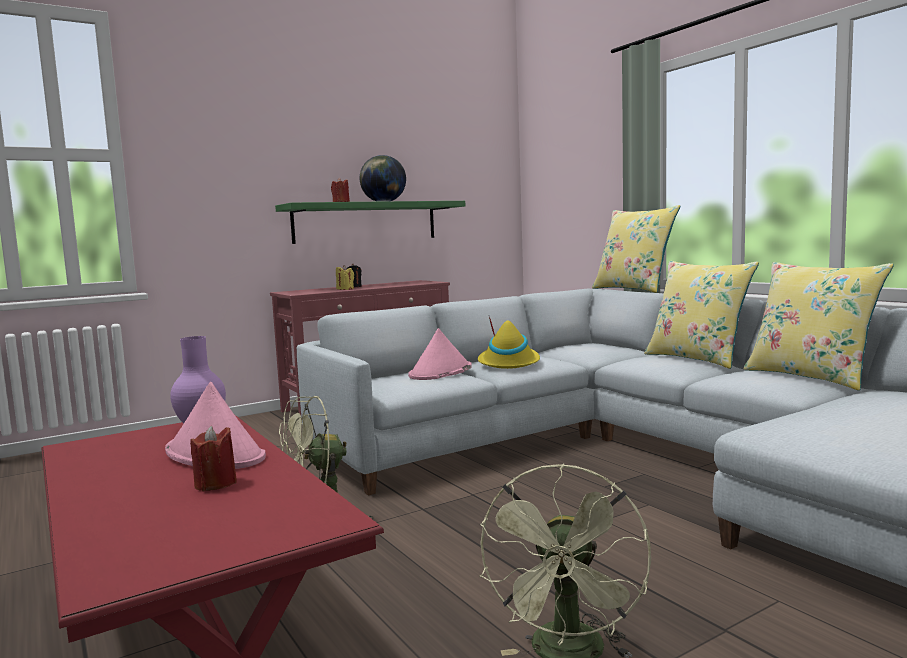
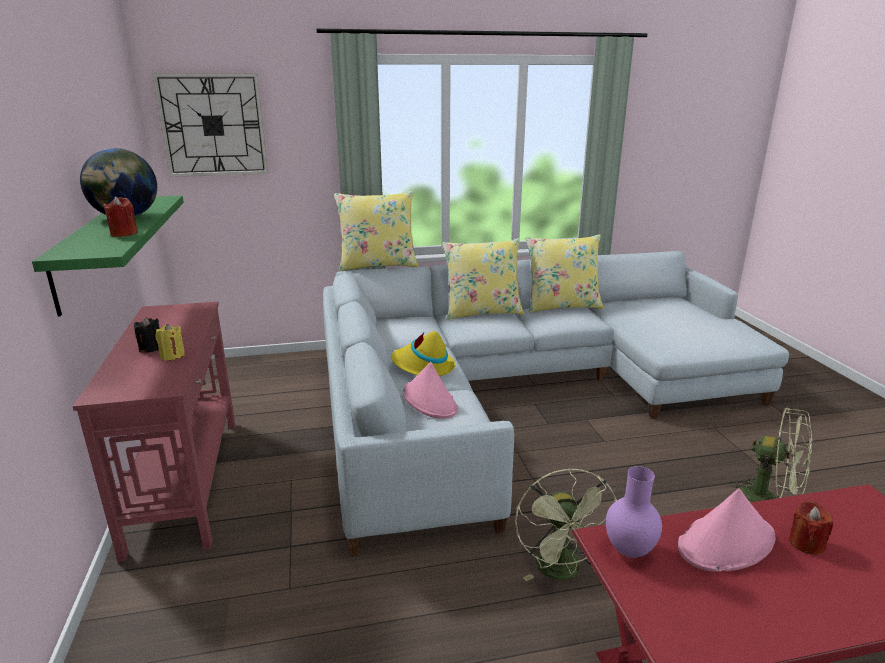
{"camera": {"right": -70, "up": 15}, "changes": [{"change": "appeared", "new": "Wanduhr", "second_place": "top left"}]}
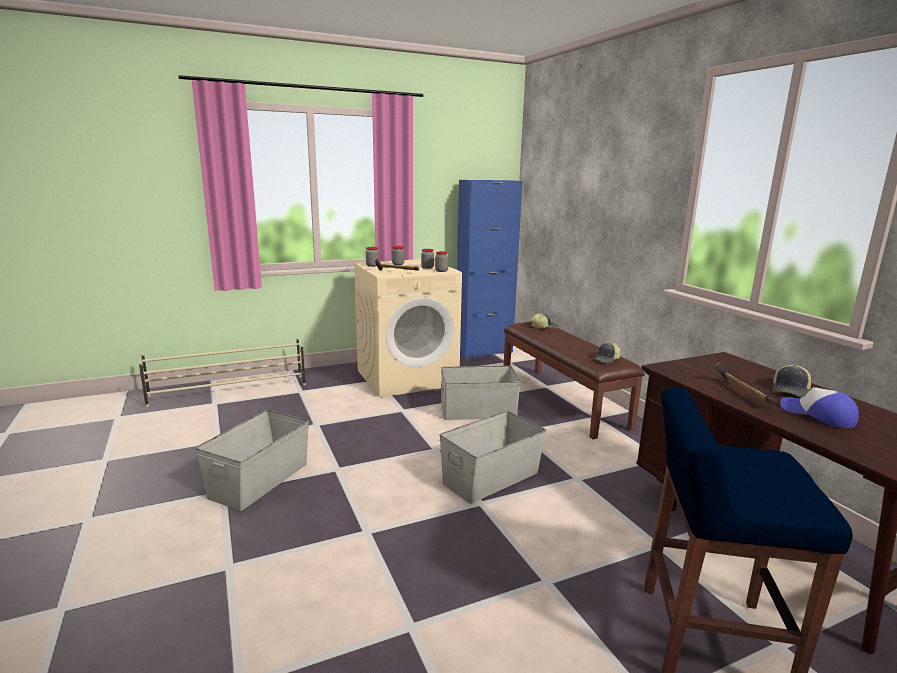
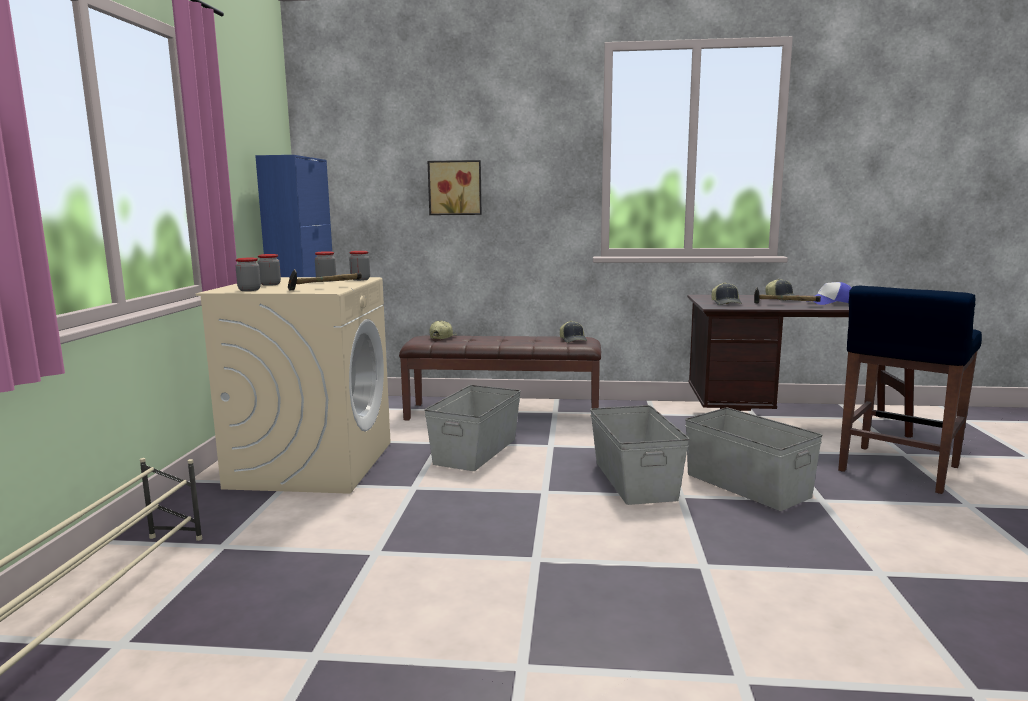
{"camera": {"right": -60, "up": -5}, "changes": [{"change": "appeared", "new": "Bild", "second_place": "top centre"}, {"change": "relocated", "old": "Aufbewahrungsbox (grau) (no. 1 from left in the first image)", "new": "Aufbewahrungsbox (grau) (no. 3 from left)", "first_place": "bottom left", "second_place": "middle right"}, {"change": "appeared", "new": "Kappe (no. 3 from left)", "second_place": "middle right"}]}
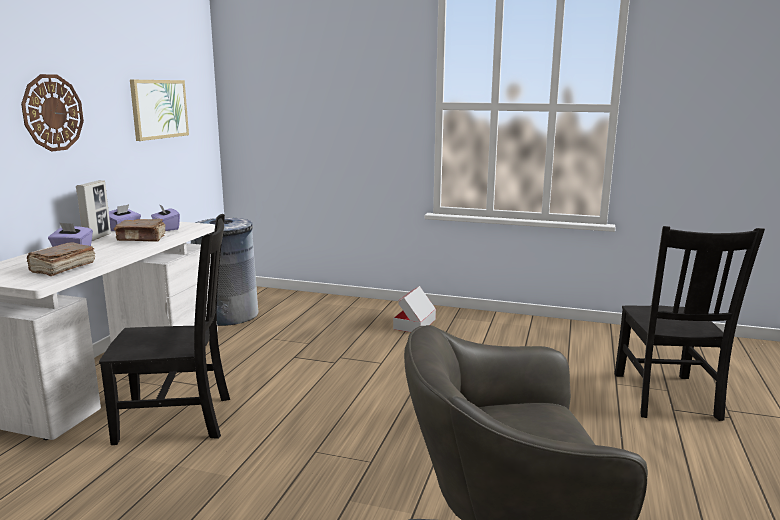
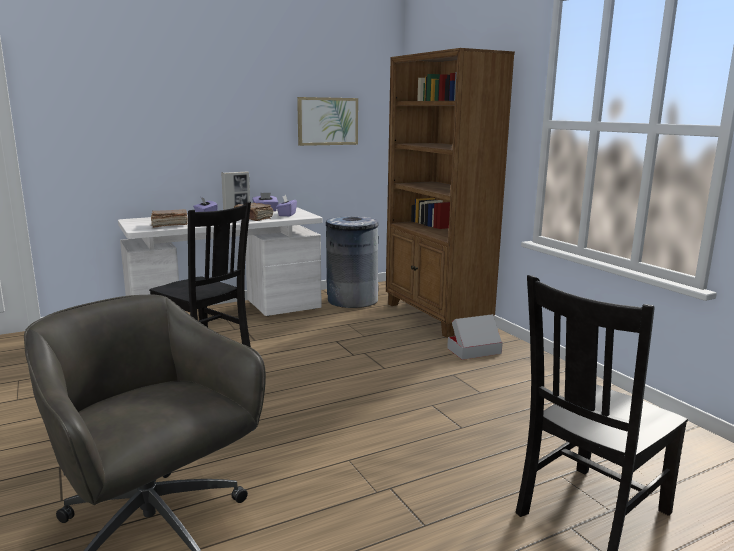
{"camera": {"right": 45, "up": 0}, "changes": [{"change": "appeared", "new": "Bücherregal (braun)", "second_place": "centre"}, {"change": "missing", "old": "Wanduhr", "first_place": "top left"}]}
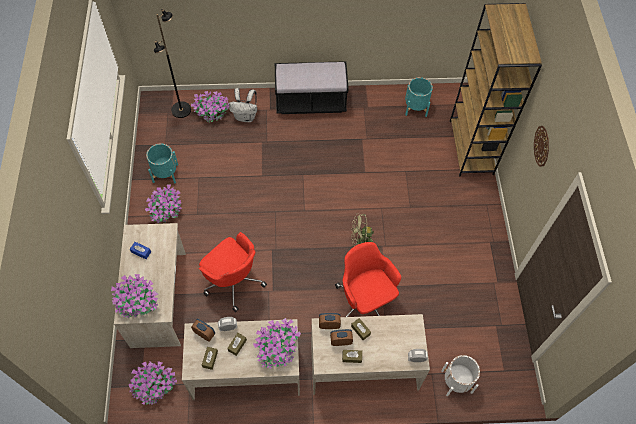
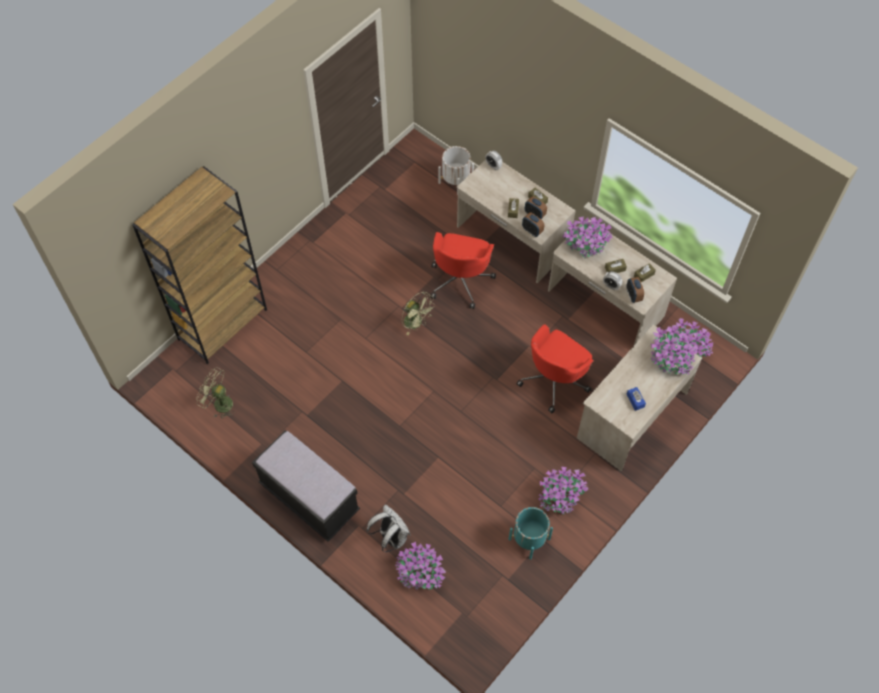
{"camera": {"right": -135, "up": 0}, "changes": [{"change": "exchanged", "old": "Pflanzkübel (türkis) (no. 2 from left)", "new": "Ventilator (grün) (no. 1 from left)", "first_place": "top centre", "second_place": "middle left"}, {"change": "spun", "old": "Bürostuhl (rot) (no. 1 from left in the first image)", "first_place": "centre", "second_place": "centre", "degrees": -135}, {"change": "missing", "old": "Stehlampe (schwarz)", "first_place": "top left"}, {"change": "missing", "old": "Wanduhr", "first_place": "middle right"}]}
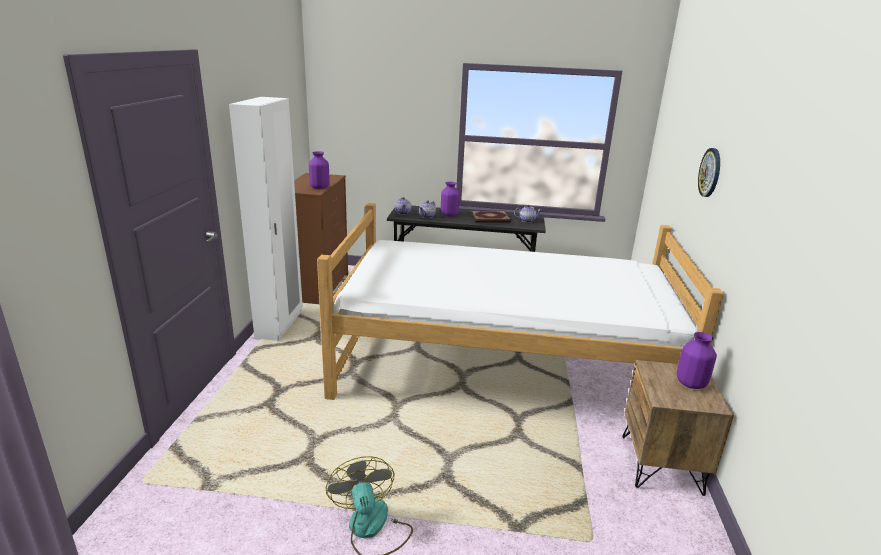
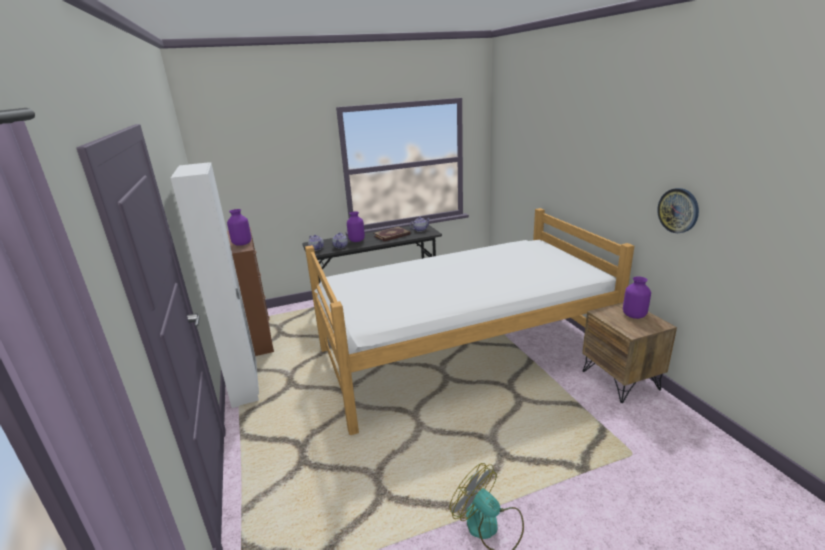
{"camera": {"right": -25, "up": 0}, "changes": [{"change": "relocated", "old": "Wanduhr", "first_place": "top right", "second_place": "middle right"}]}
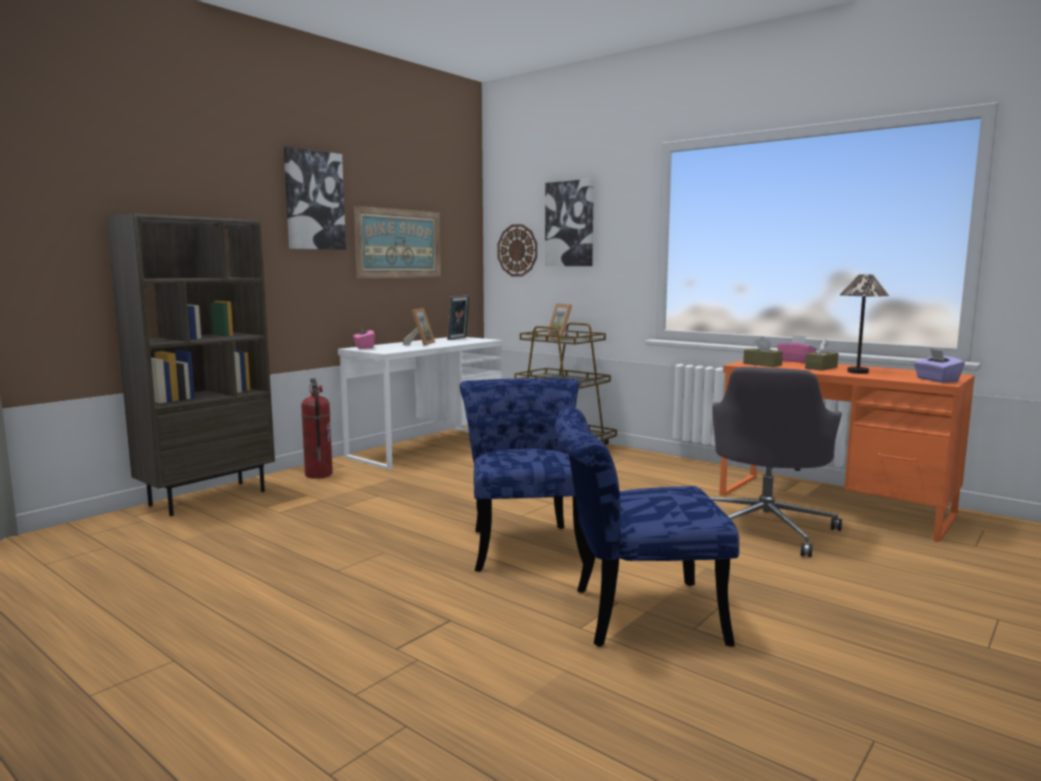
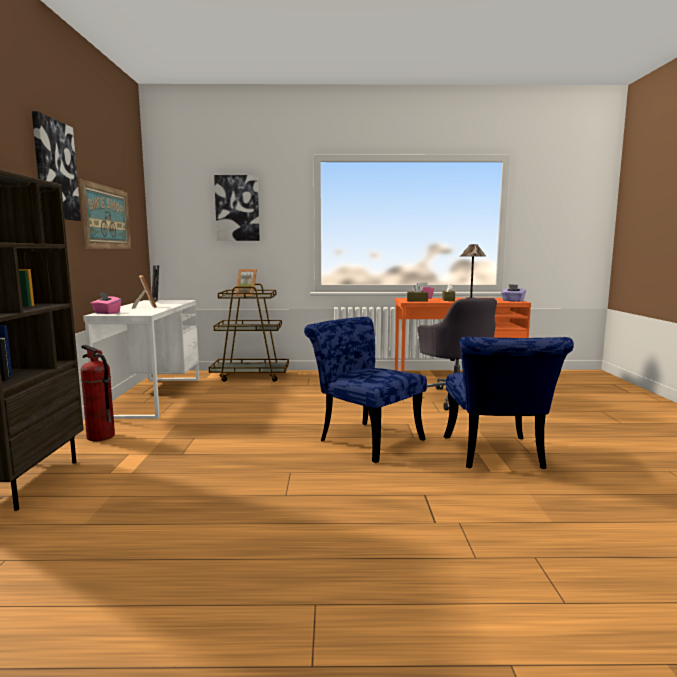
{"camera": {"right": -40, "up": 0}, "changes": [{"change": "spun", "old": "Stuhl (blau) (no. 2 from left)", "first_place": "bottom centre", "second_place": "middle right", "degrees": -45}, {"change": "missing", "old": "Wanduhr", "first_place": "top centre"}]}
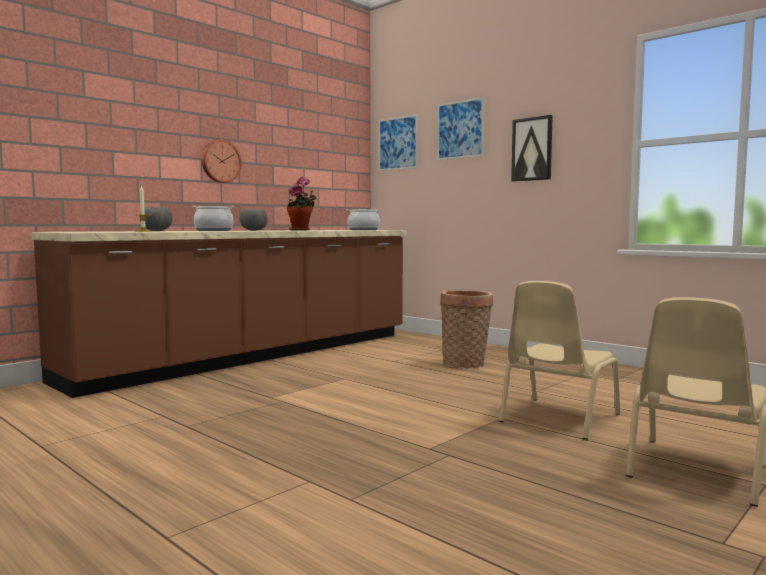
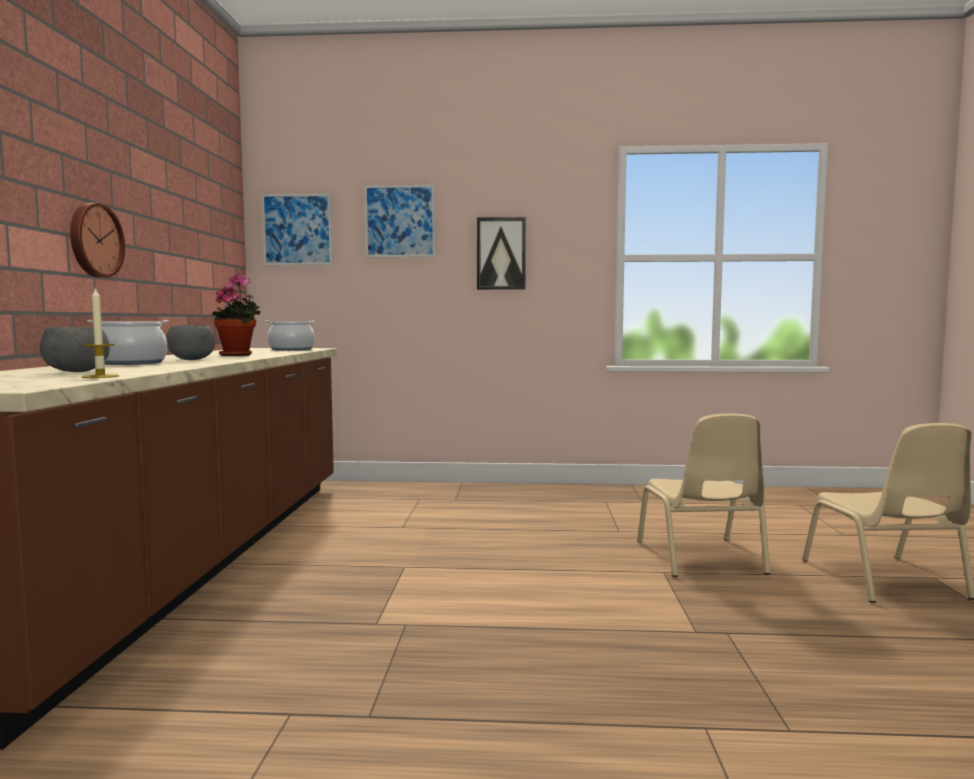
{"camera": {"right": -40, "up": 0}, "changes": [{"change": "missing", "old": "Korb", "first_place": "centre"}]}
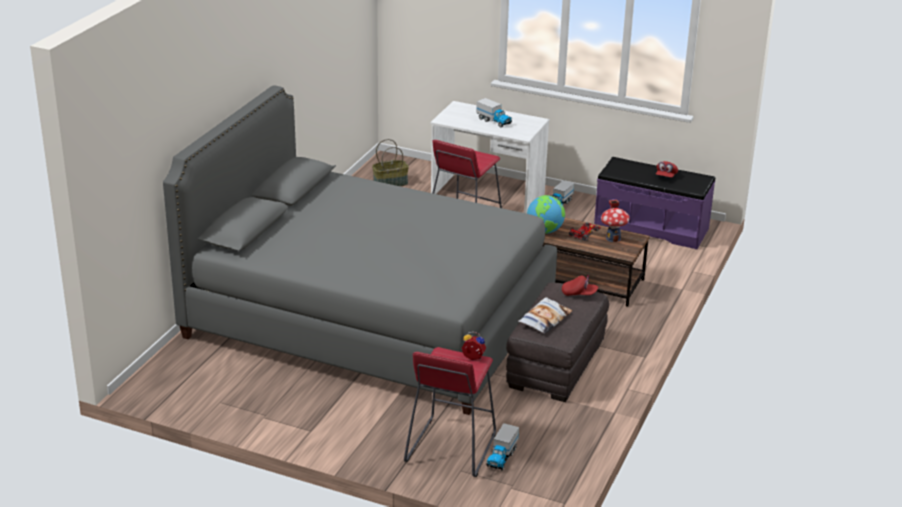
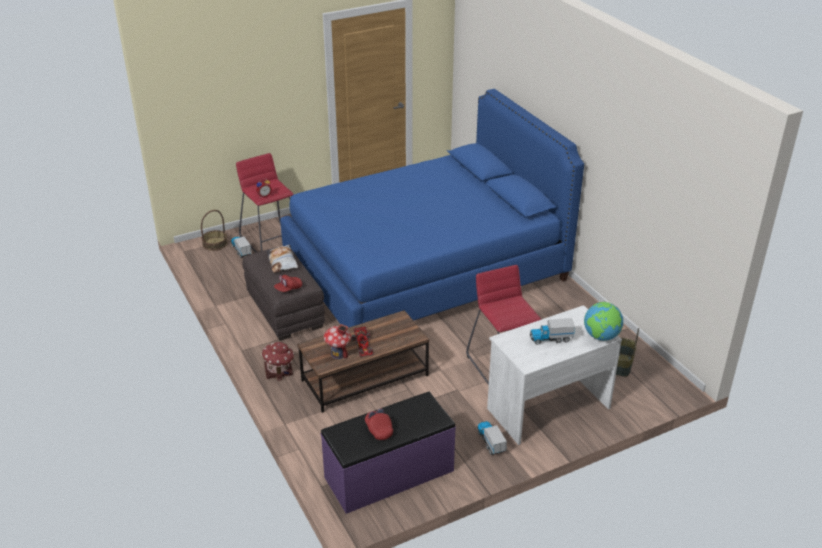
{"camera": {"right": 130, "up": 5}, "changes": [{"change": "appeared", "new": "Korb (no. 1 from left)", "second_place": "middle left"}, {"change": "appeared", "new": "Spielzeughaus (no. 1 from left)", "second_place": "centre"}, {"change": "colour", "old": "Bett (grau)", "new": "Bett (blau)", "first_place": "centre", "second_place": "centre"}, {"change": "relocated", "old": "Globus", "first_place": "centre", "second_place": "middle right"}]}
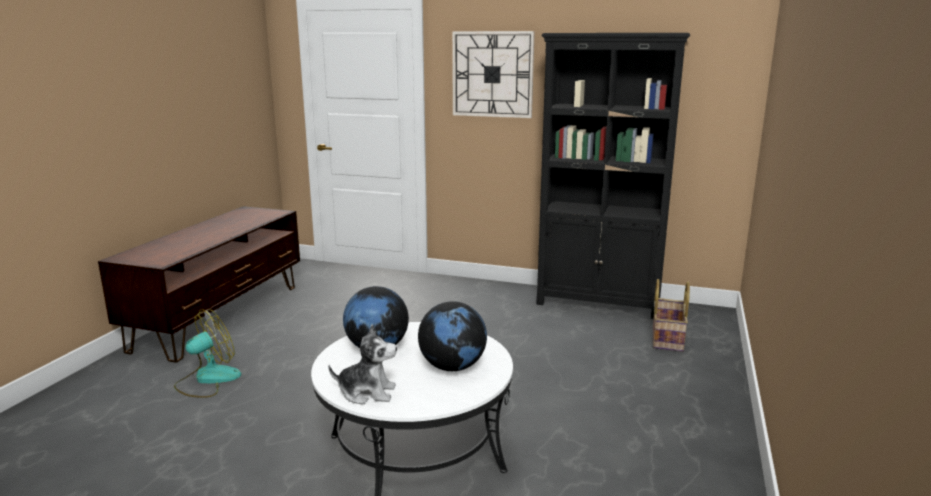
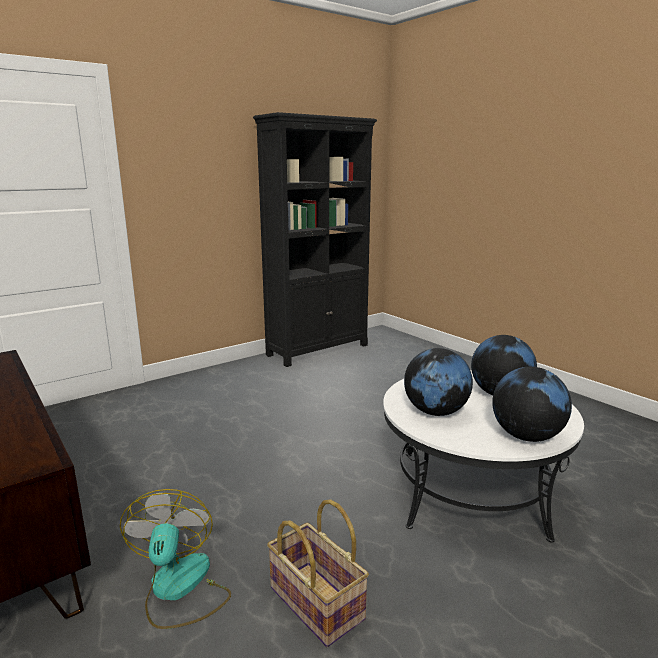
{"camera": {"right": -55, "up": 0}, "changes": [{"change": "relocated", "old": "Korb", "first_place": "middle right", "second_place": "bottom centre"}, {"change": "exchanged", "old": "Plüschtier", "new": "Globus (no. 3 from left)", "first_place": "bottom centre", "second_place": "middle right"}, {"change": "missing", "old": "Wanduhr", "first_place": "top centre"}]}
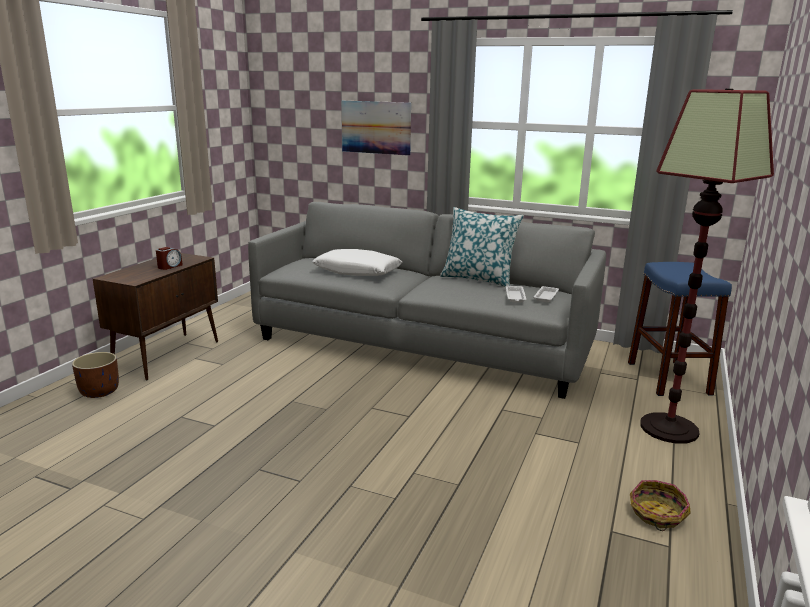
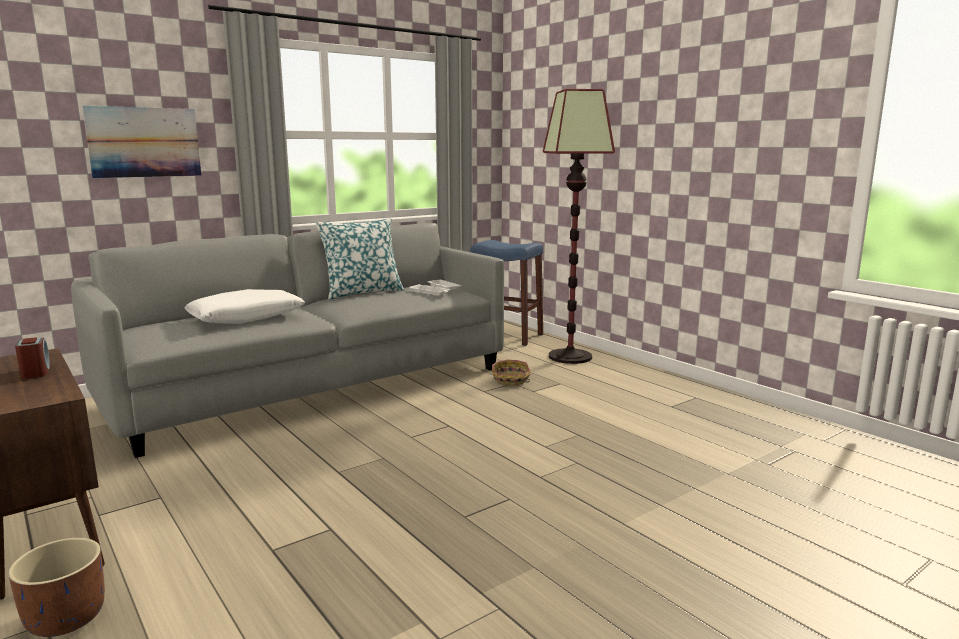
{"camera": {"right": -60, "up": -5}, "changes": [{"change": "relocated", "old": "Korb", "first_place": "bottom right", "second_place": "centre"}]}
